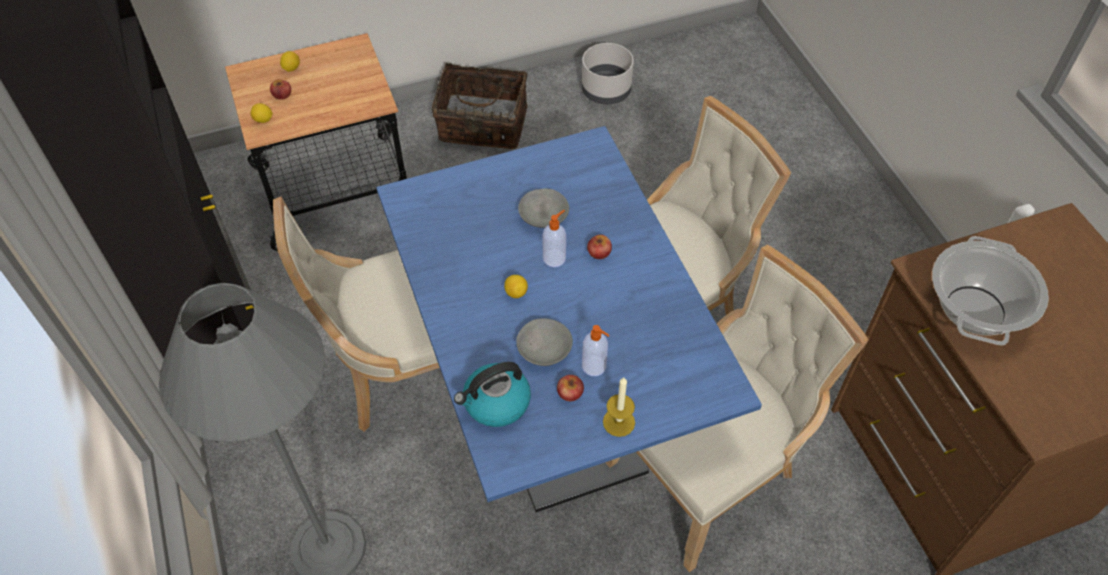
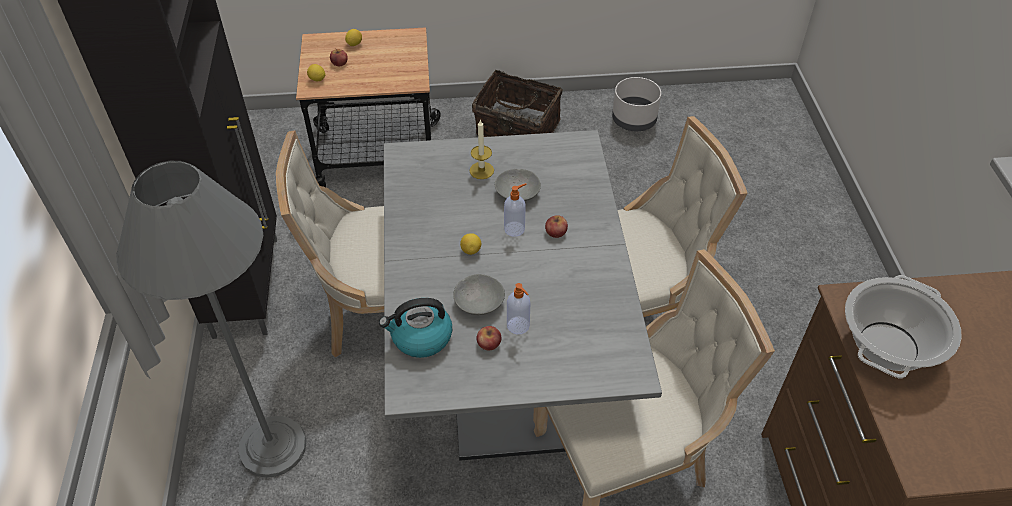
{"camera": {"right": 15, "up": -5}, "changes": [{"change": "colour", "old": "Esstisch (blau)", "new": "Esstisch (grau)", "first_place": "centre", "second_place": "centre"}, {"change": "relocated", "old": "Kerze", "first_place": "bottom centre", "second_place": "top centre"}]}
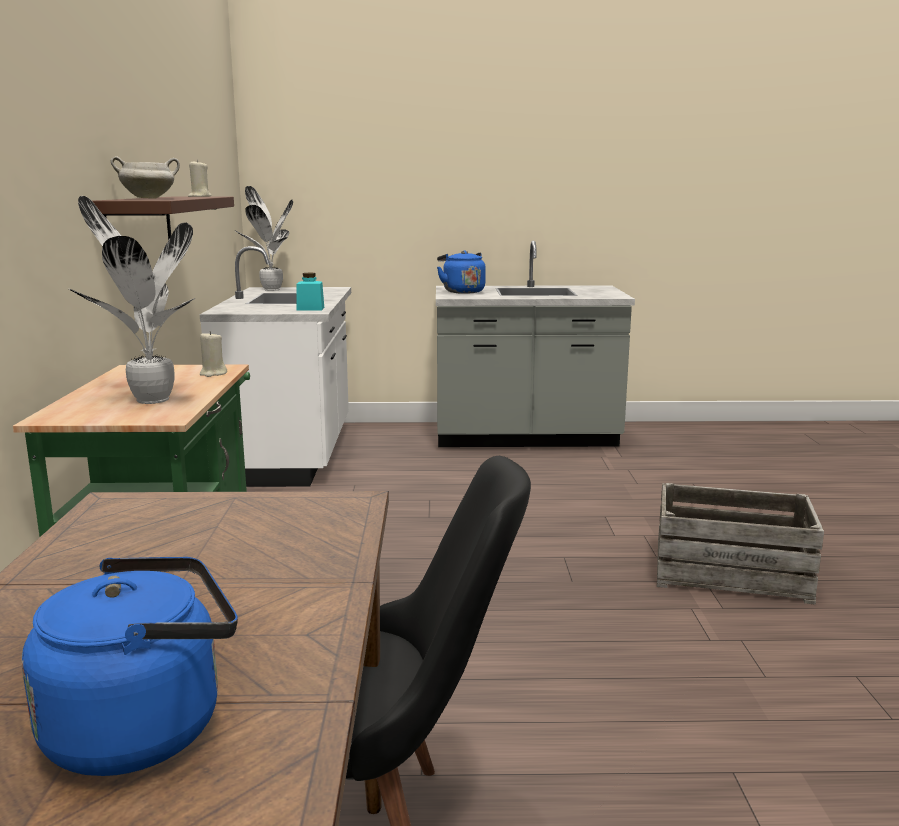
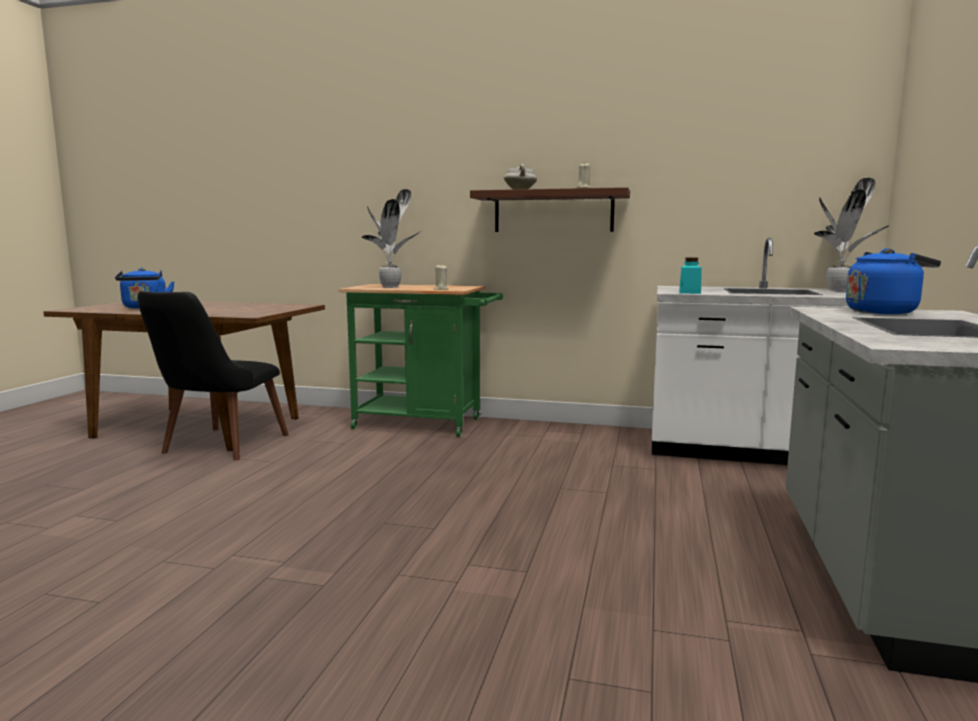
{"camera": {"right": 105, "up": -5}, "changes": [{"change": "missing", "old": "Kiste", "first_place": "middle right"}]}
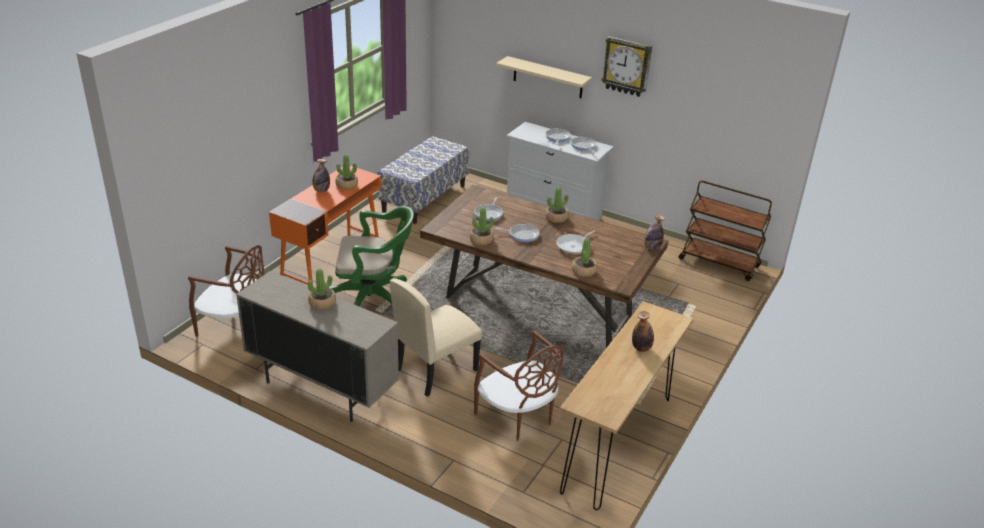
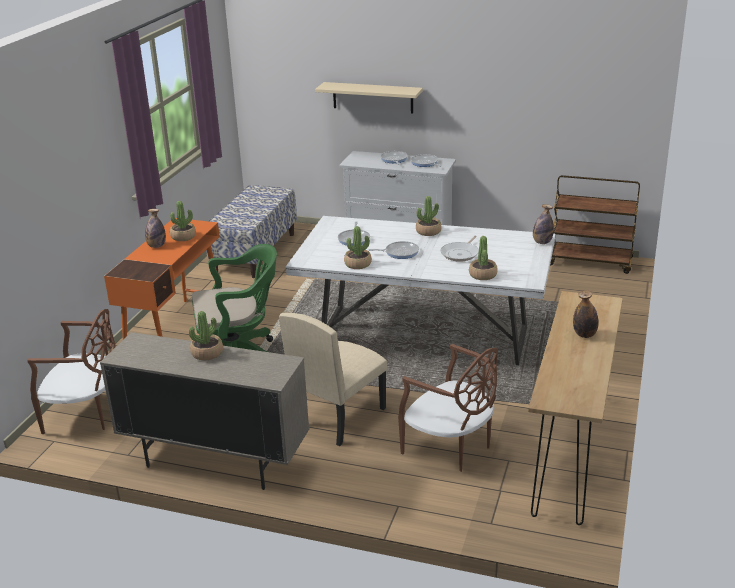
{"camera": {"right": -10, "up": -5}, "changes": [{"change": "colour", "old": "Esstisch (braun)", "new": "Esstisch (weiß)", "first_place": "centre", "second_place": "centre"}, {"change": "missing", "old": "Wanduhr", "first_place": "top centre"}]}
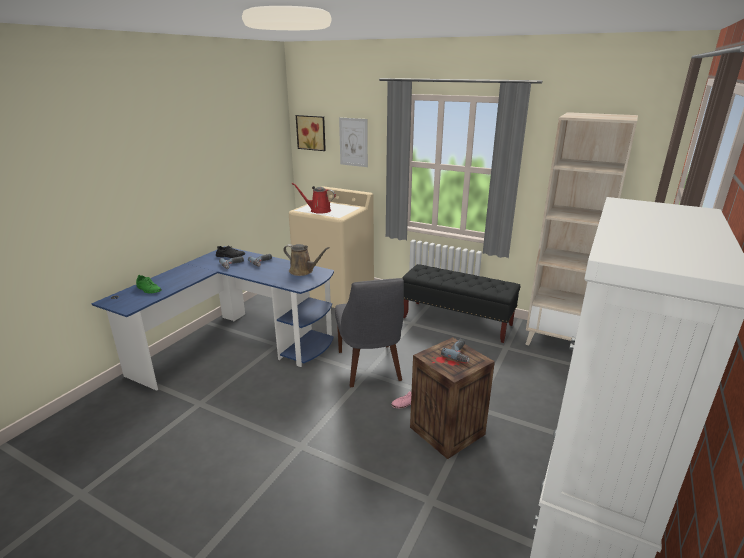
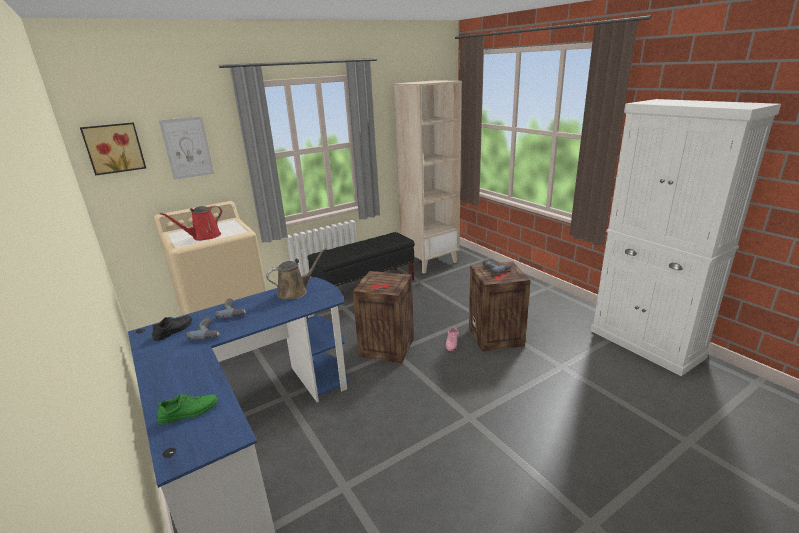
{"camera": {"right": -60, "up": 0}, "changes": [{"change": "exchanged", "old": "Stuhl (grau)", "new": "Kiste (no. 1 from left)", "first_place": "centre", "second_place": "centre"}]}
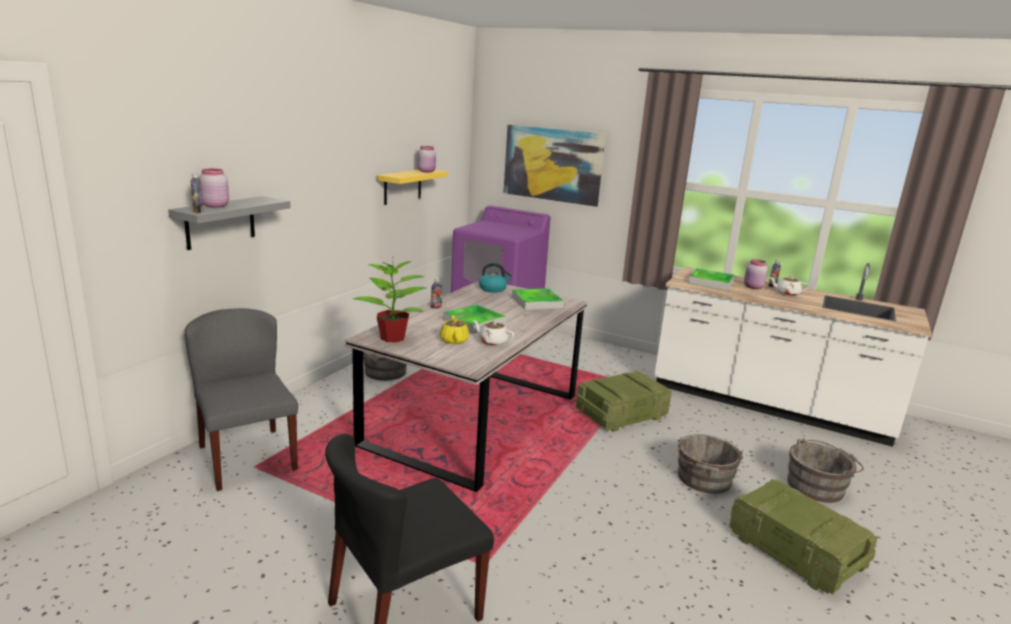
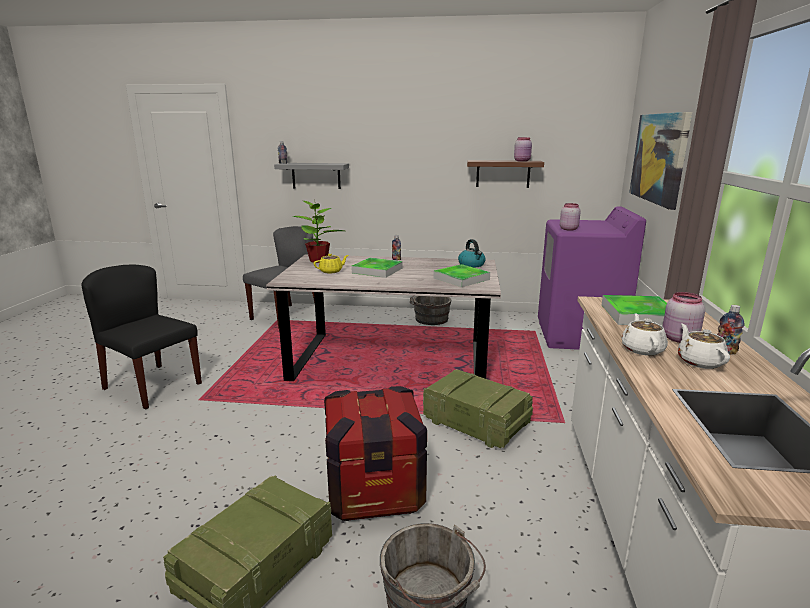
{"camera": {"right": 70, "up": 0}, "changes": [{"change": "exchanged", "old": "Eimer (grau) (no. 2 from left)", "new": "Kiste (no. 2 from left)", "first_place": "bottom right", "second_place": "bottom centre"}, {"change": "colour", "old": "Wandregal (gelb)", "new": "Wandregal (braun)", "first_place": "top centre", "second_place": "top centre"}, {"change": "relocated", "old": "Vorratsglas (rosa) (no. 1 from left in the first image)", "new": "Vorratsglas (rosa) (no. 2 from left)", "first_place": "top left", "second_place": "middle right"}, {"change": "relocated", "old": "Teekanne (weiß) (no. 1 from left)", "first_place": "centre", "second_place": "middle right"}]}
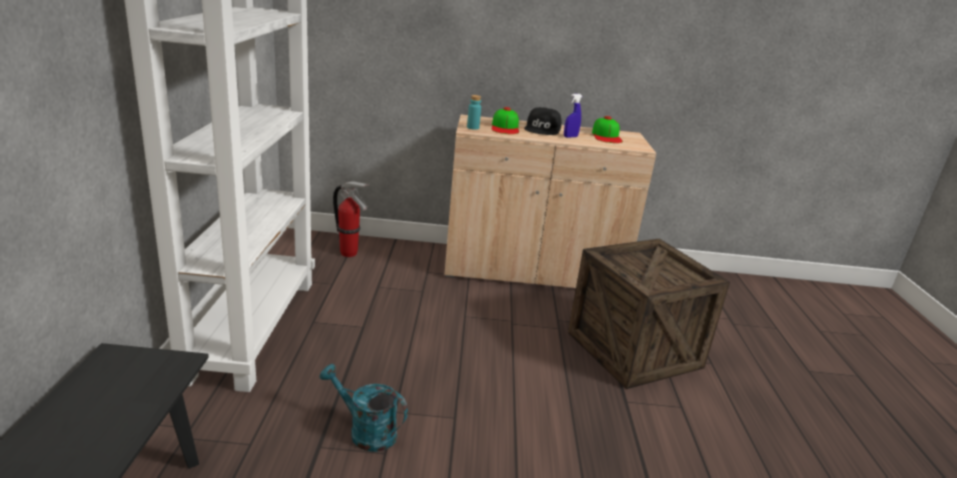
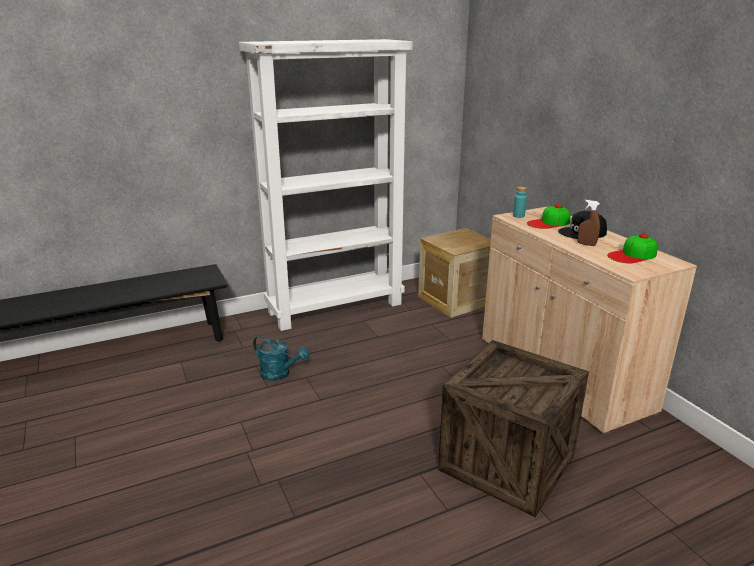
{"camera": {"right": 65, "up": 0}, "changes": [{"change": "spun", "old": "Gießkanne (türkis)", "first_place": "bottom centre", "second_place": "centre", "degrees": 120}, {"change": "exchanged", "old": "Feuerlöscher", "new": "Kiste (no. 1 from left)", "first_place": "centre", "second_place": "centre"}, {"change": "colour", "old": "Sprühflasche (blau)", "new": "Sprühflasche (braun)", "first_place": "top centre", "second_place": "middle right"}]}
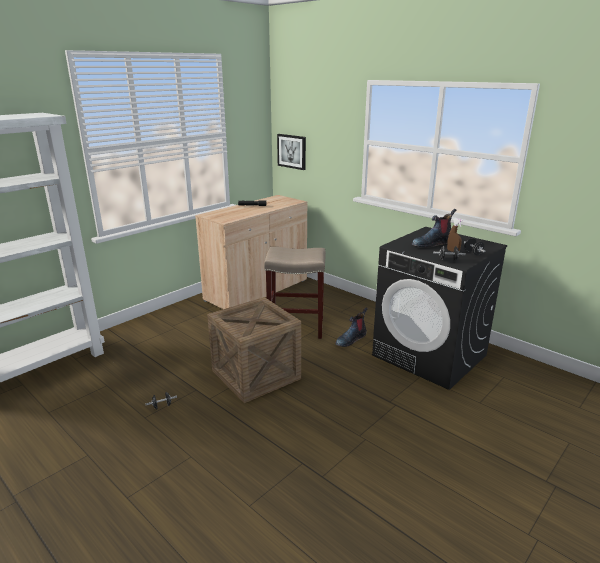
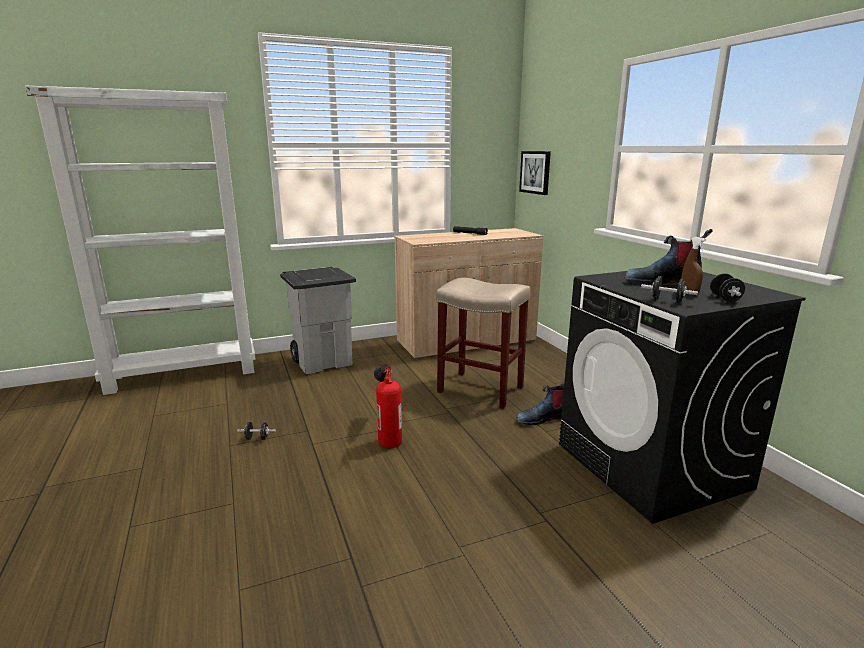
{"camera": {"right": 25, "up": -5}, "changes": [{"change": "appeared", "new": "Mülleimer (grau)", "second_place": "centre"}, {"change": "exchanged", "old": "Kiste", "new": "Feuerlöscher", "first_place": "centre", "second_place": "centre"}]}
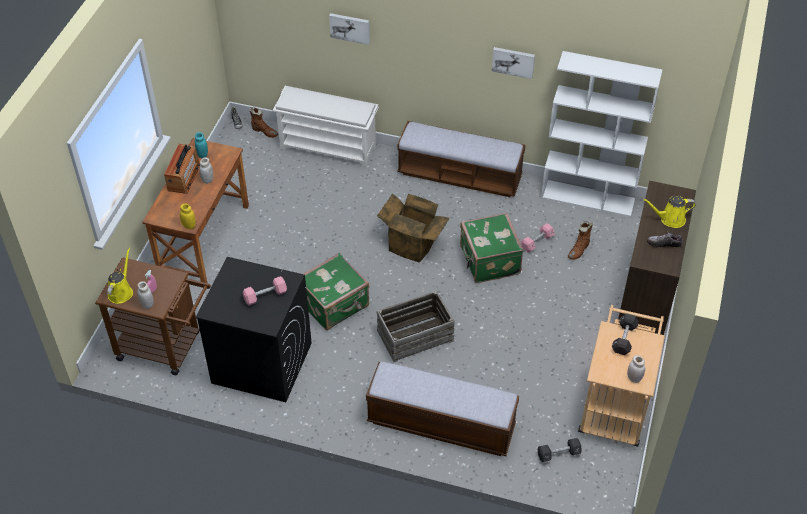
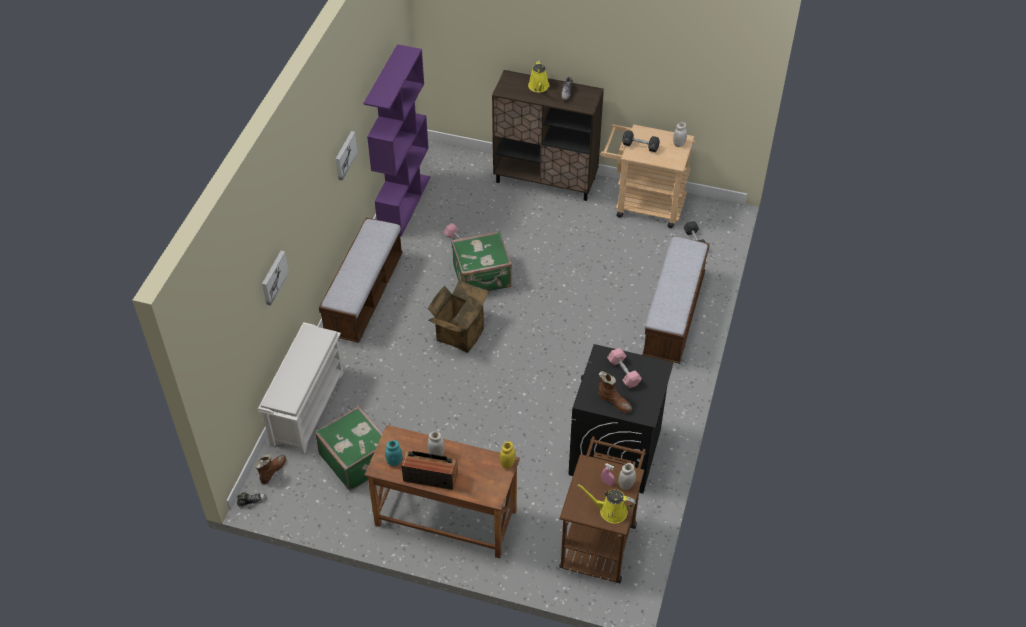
{"camera": {"right": -90, "up": 0}, "changes": [{"change": "relocated", "old": "Koffer (grün) (no. 1 from left)", "first_place": "centre", "second_place": "bottom centre"}, {"change": "colour", "old": "Bücherregal (weiß)", "new": "Bücherregal (lila)", "first_place": "top right", "second_place": "top centre"}, {"change": "relocated", "old": "Stiefel (braun) (no. 2 from left)", "first_place": "middle right", "second_place": "centre"}, {"change": "missing", "old": "Kiste", "first_place": "centre"}]}
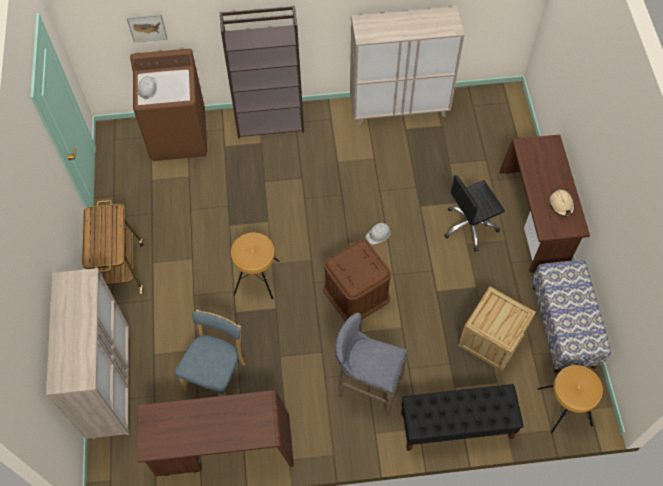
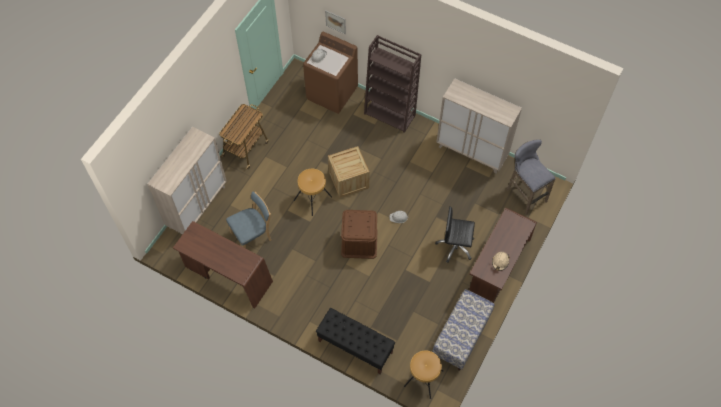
{"camera": {"right": 35, "up": 0}, "changes": [{"change": "relocated", "old": "Kiste", "first_place": "bottom right", "second_place": "centre"}, {"change": "relocated", "old": "Hocker (grau)", "first_place": "bottom centre", "second_place": "middle right"}]}
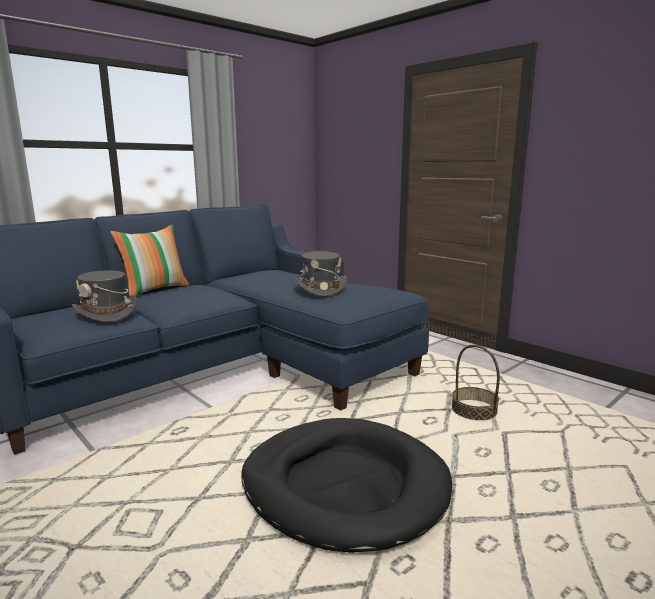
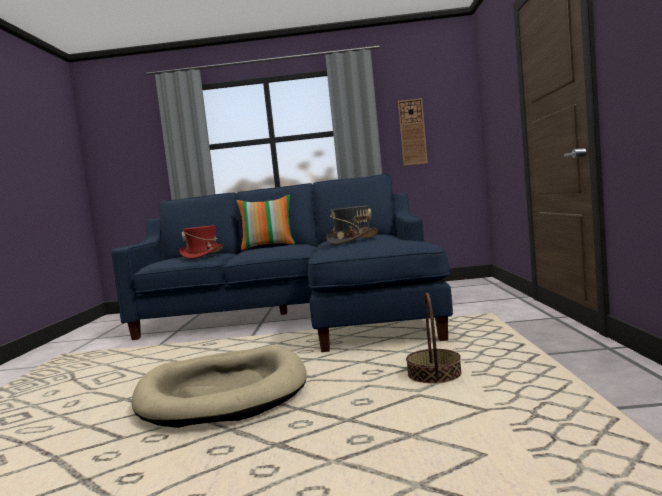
{"camera": {"right": 45, "up": -10}, "changes": [{"change": "colour", "old": "Hundebett (schwarz)", "new": "Hundebett (beige)", "first_place": "bottom centre", "second_place": "bottom left"}, {"change": "colour", "old": "Hut (grau) (no. 1 from left)", "new": "Hut (rot)", "first_place": "middle left", "second_place": "middle left"}, {"change": "appeared", "new": "Wanduhr", "second_place": "top centre"}]}
